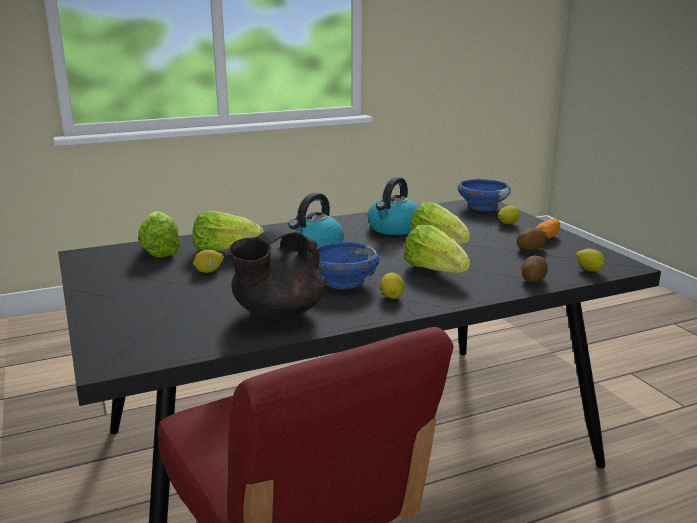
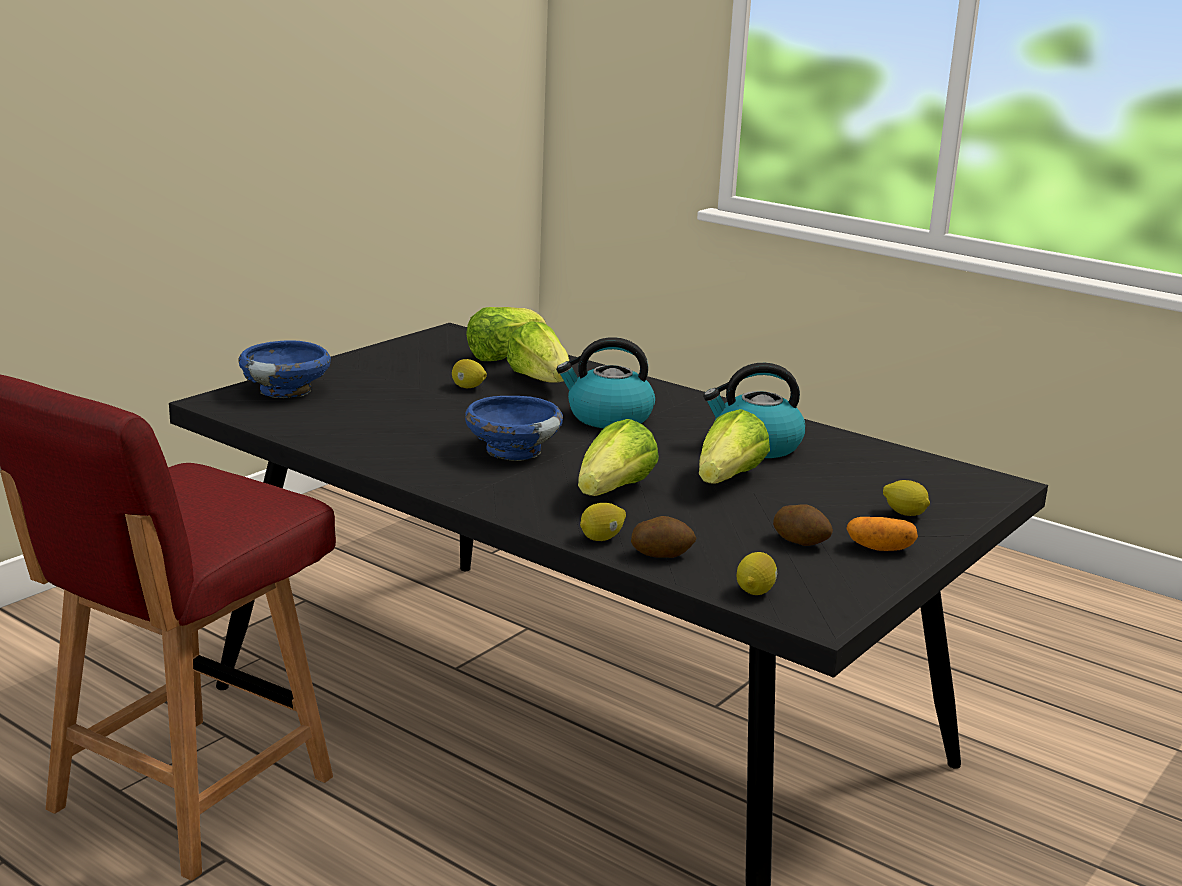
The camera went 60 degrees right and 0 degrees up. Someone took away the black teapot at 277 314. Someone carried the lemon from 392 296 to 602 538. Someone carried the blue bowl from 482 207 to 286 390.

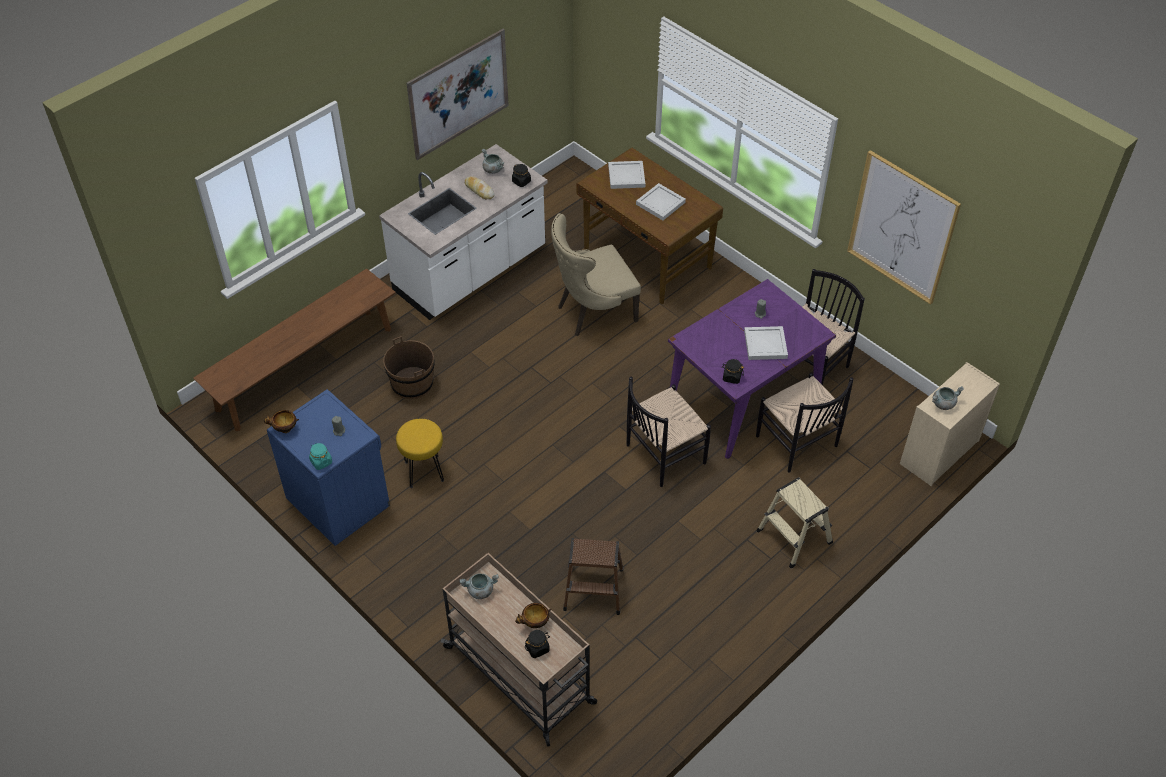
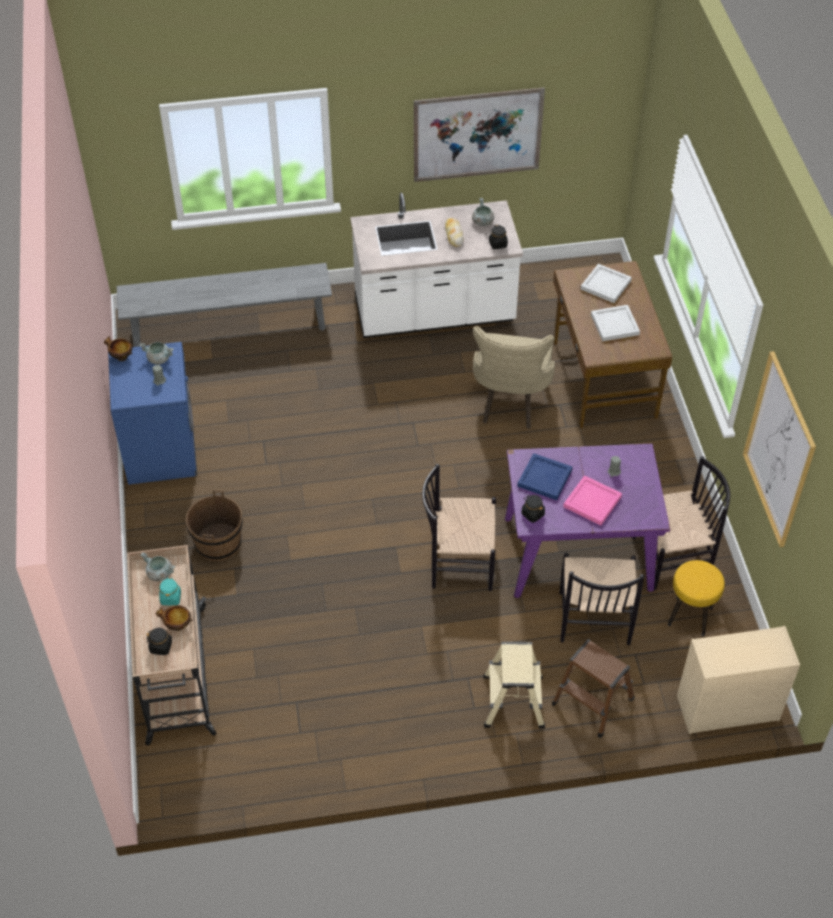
The camera went 35 degrees right and 0 degrees up. Someone put down the blue tray at 545 478. Someone carried the turquoise jar from 321 461 to 171 598. Someone carried the brown bucket from 412 384 to 218 543. Someone carried the yellow stool from 423 471 to 689 616. Someone carried the brown step ladder from 594 588 to 593 701. Someone carried the grey cooking pot from 943 403 to 159 359. Someone repainted the brown bench at 305 369, which became the grey bench at 229 328. Someone repainted the white tray at 764 344, which became the pink tray at 592 501. Someone rotated the beige chair at 593 312 by 90 degrees counterclockwise.

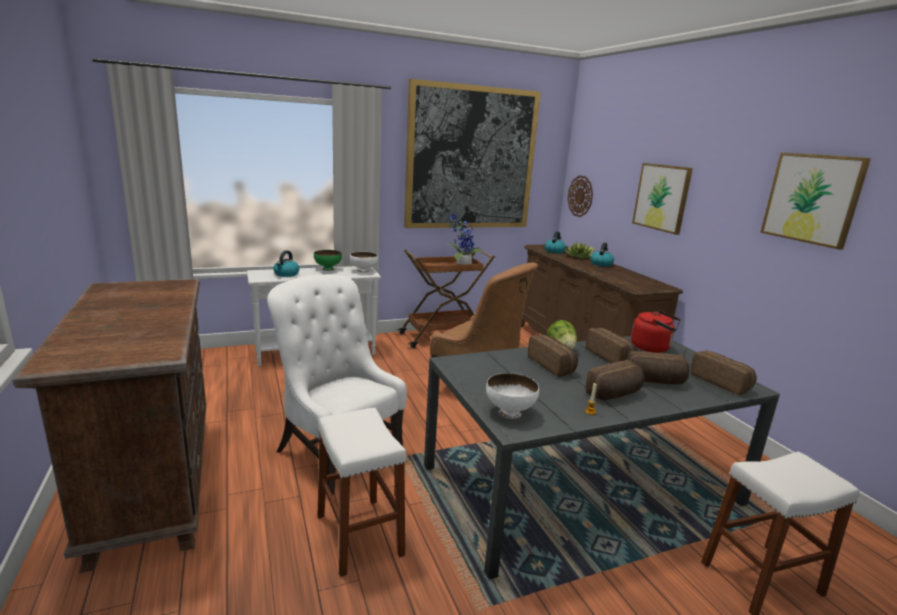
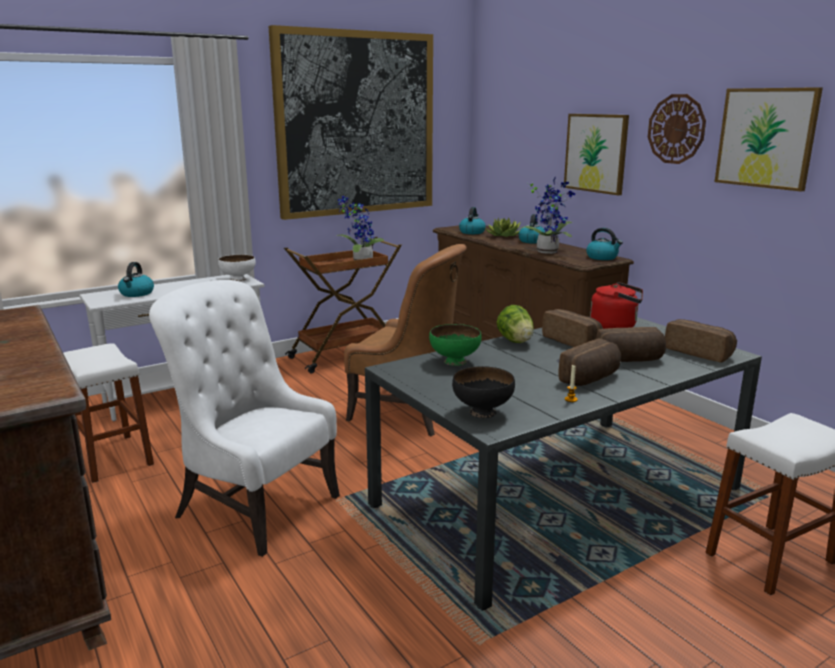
The camera went 10 degrees left and 0 degrees up. Someone took away the bread at 552 365. Someone put down the potted plant at 548 251. Someone put down the kettle at 602 257. Someone carried the green bowl from 328 269 to 454 361. Someone carried the white stool from 359 534 to 112 458. Someone carried the wall clock from 580 196 to 676 129. Someone repainted the white bowl at 510 412, which became the black bowl at 483 412.

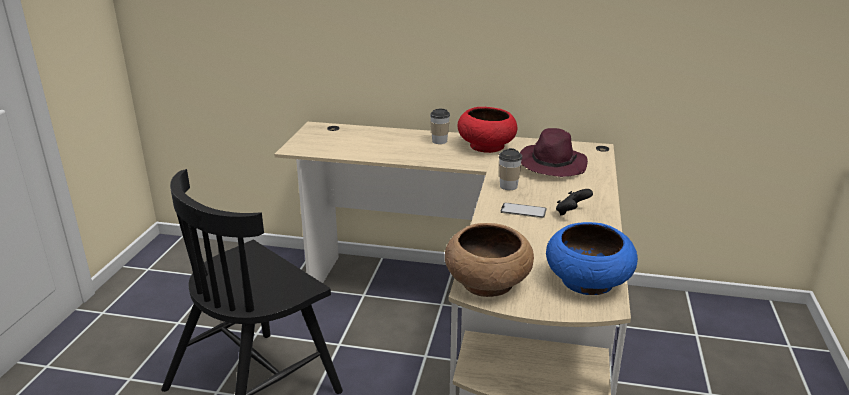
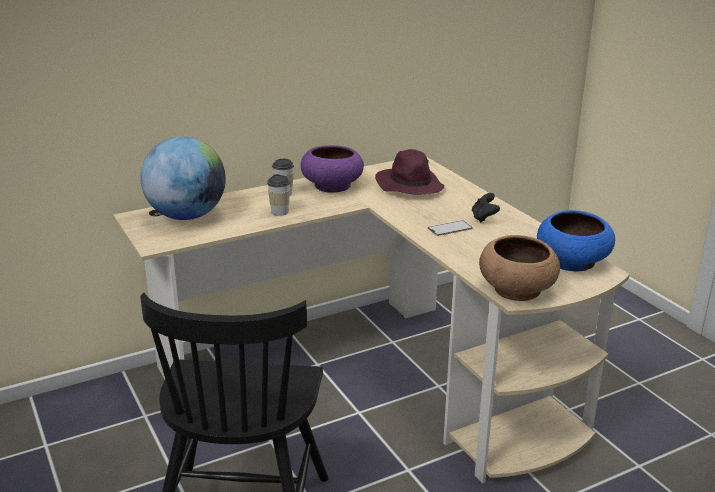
The camera went 40 degrees left and 0 degrees up. Someone put down the globe at 187 216. Someone carried the cup from 508 186 to 280 212. Someone repainted the red bowl at 486 146, which became the purple bowl at 332 186.

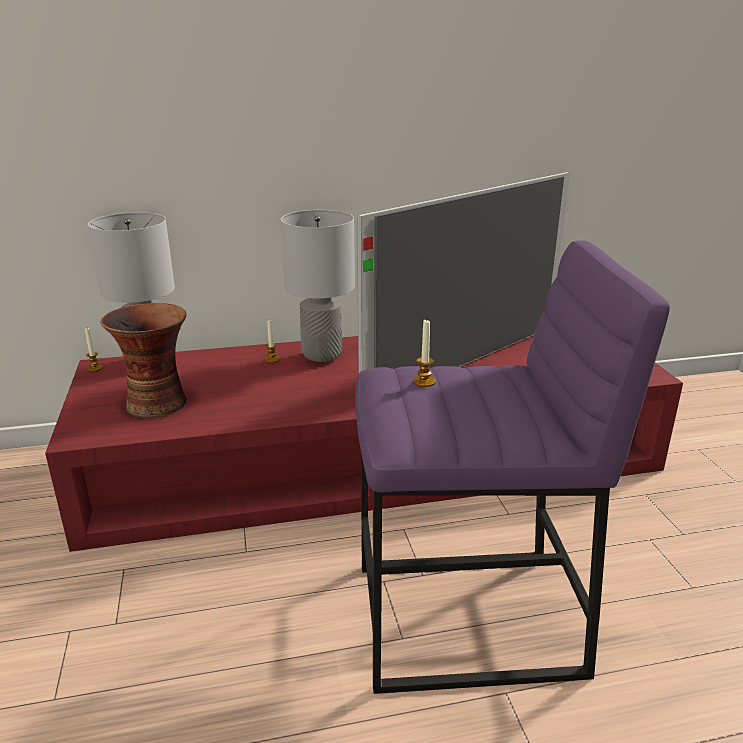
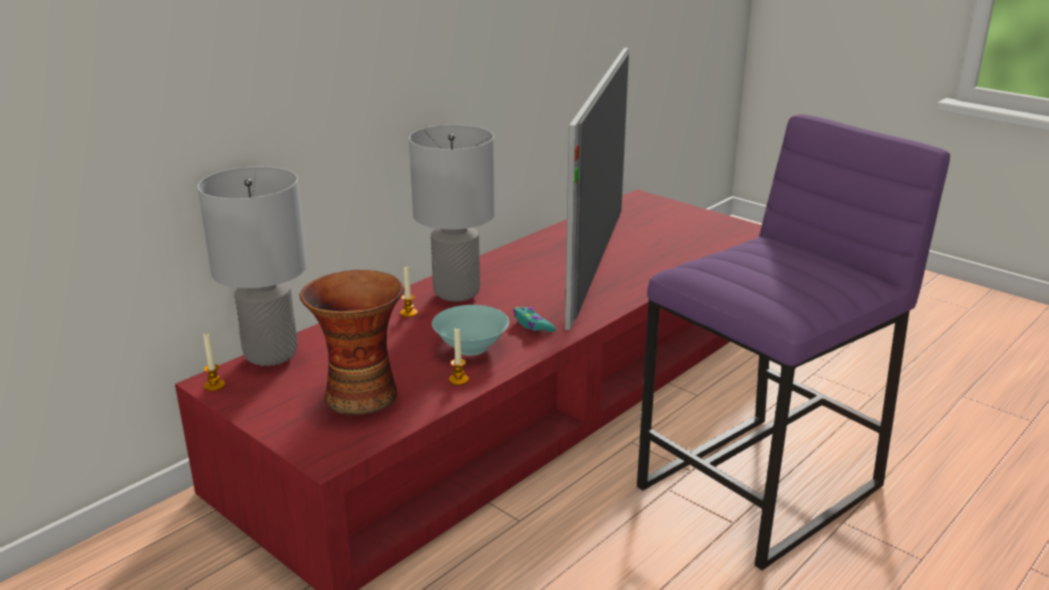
The camera went 35 degrees left and 0 degrees up. Someone put down the turquoise bowl at 470 346. Someone put down the turquoise game controller at 533 325. Someone carried the candle from 424 381 to 458 380.

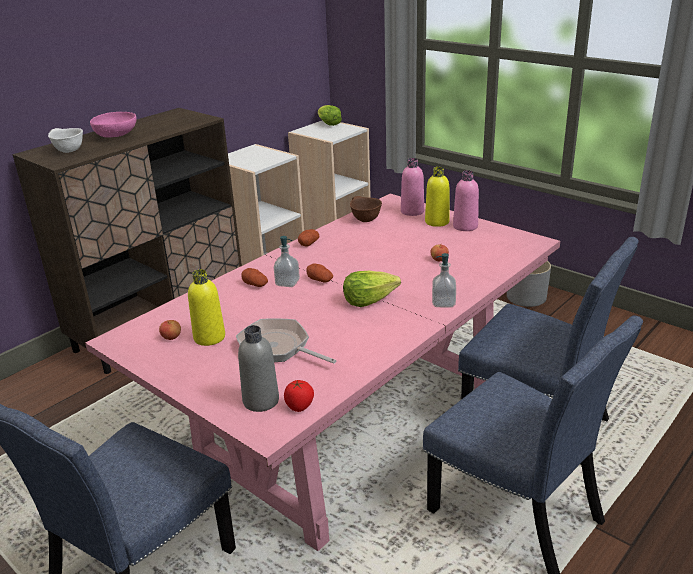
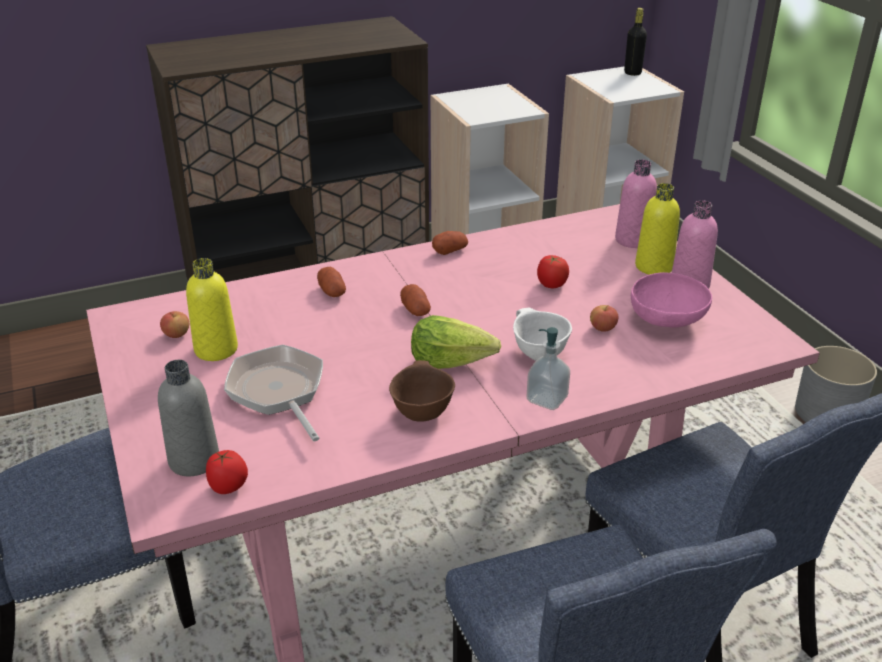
The camera went 25 degrees right and 5 degrees up. Someone took away the soap dispenser at 287 283. Someone put down the tomato at 551 285. Someone carried the white bowl from 68 151 to 538 354. Someone carried the pink bowl from 117 136 to 667 321. Someone carried the brown bowl from 365 220 to 421 412. Someone swapped the lettuce at 328 123 for the black bottle at 632 73.

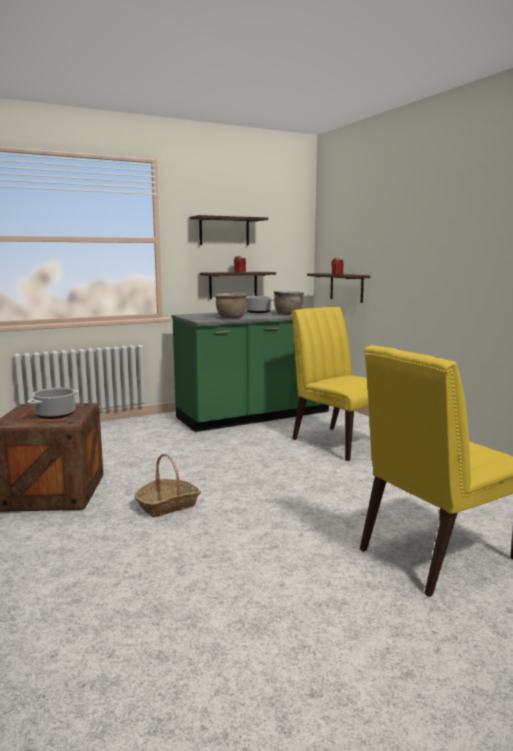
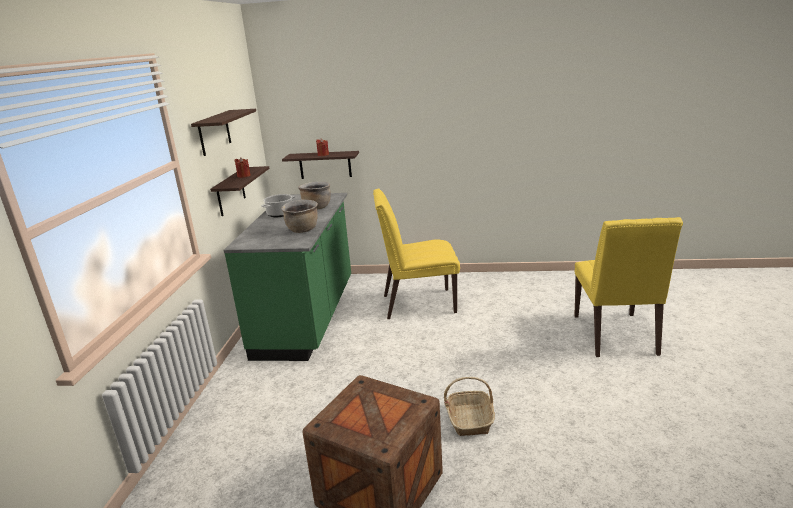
The camera went 55 degrees left and 10 degrees up. Someone took away the cooking pot at 55 414.

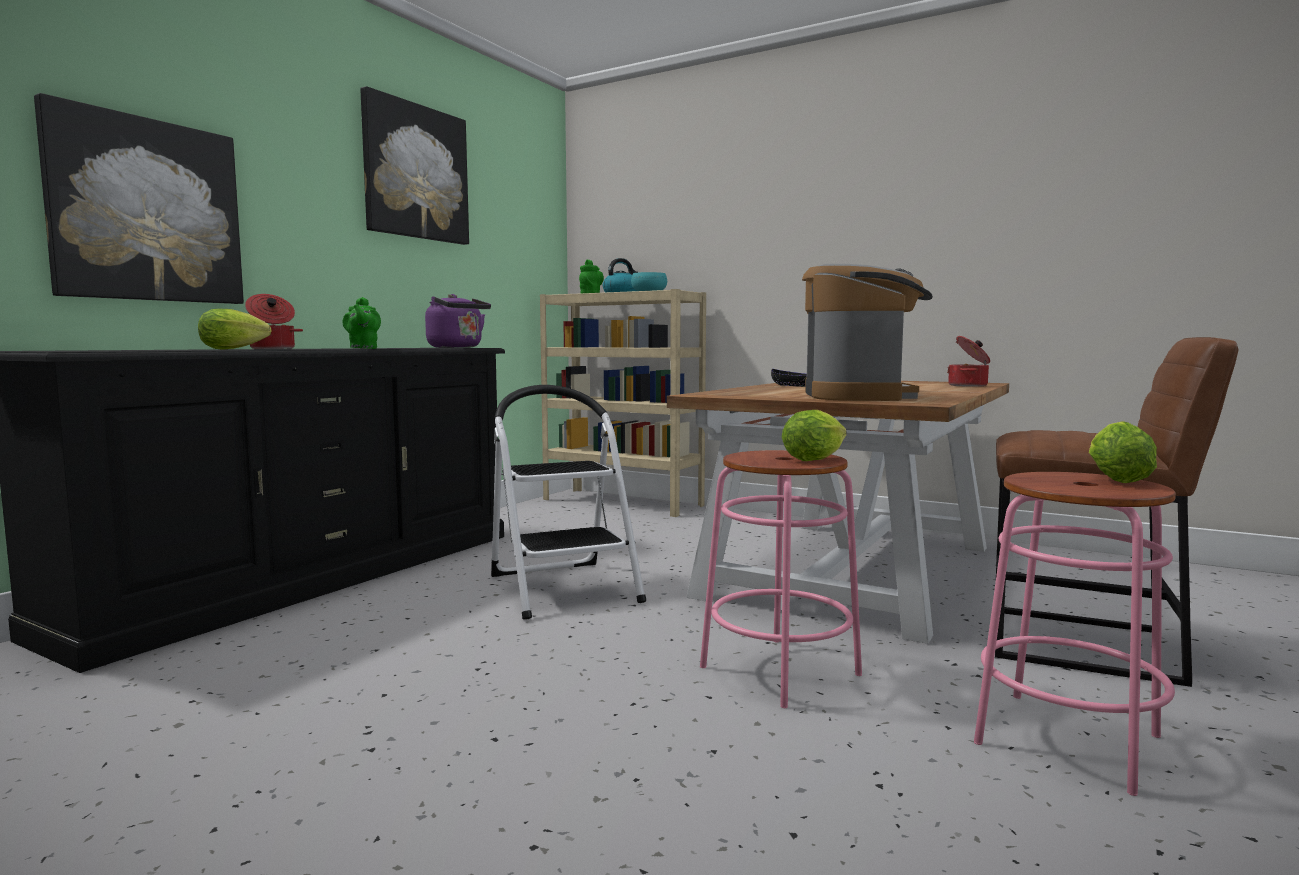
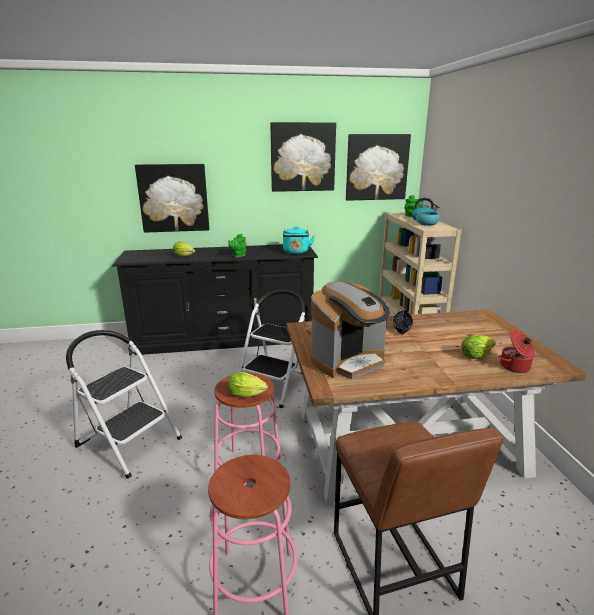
The camera went 50 degrees right and 15 degrees up. Someone took away the cooking pot at 272 348. Someone put down the step ladder at 127 441. Someone put up the picture at 376 167. Someone carried the lettuce from 1115 479 to 477 355. Someone repainted the purple kettle at 457 347, which became the turquoise kettle at 296 252.

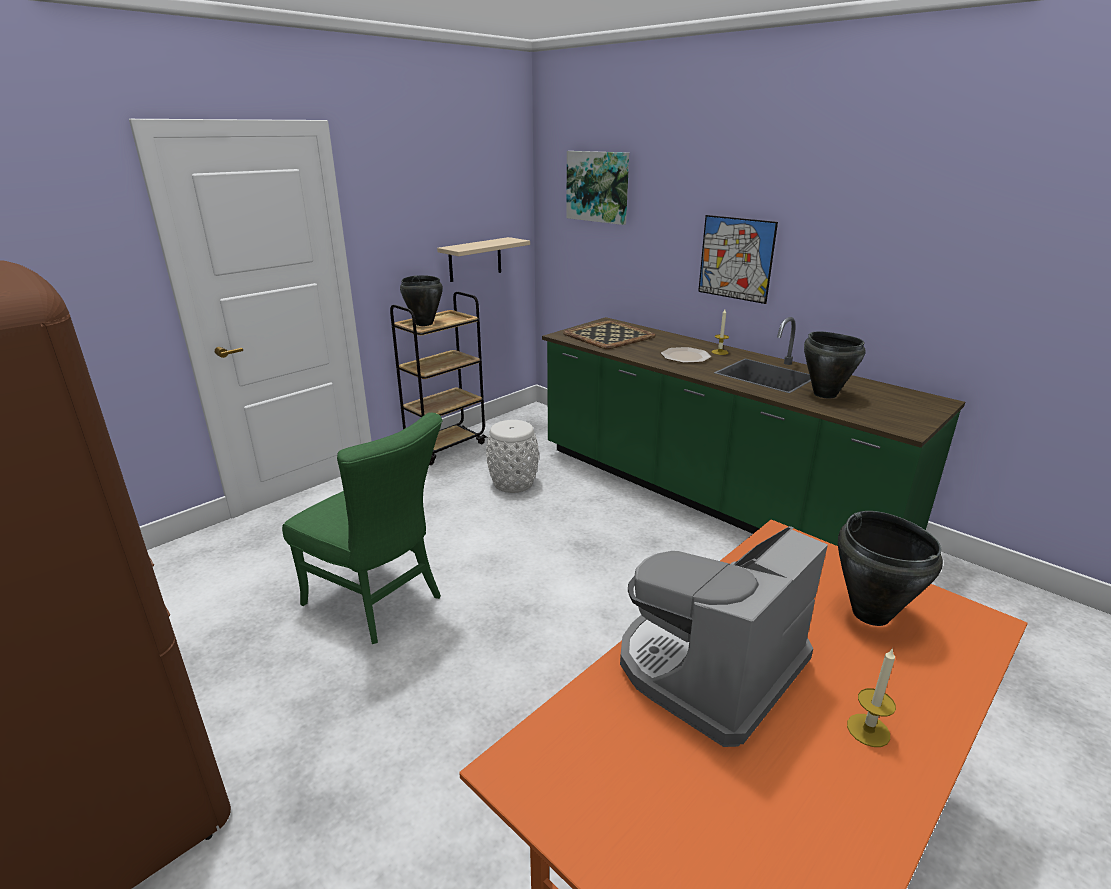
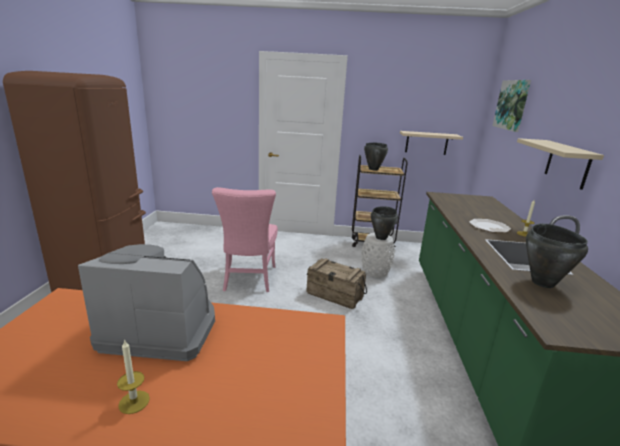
The camera went 50 degrees right and 5 degrees down. Someone took away the tray at 609 335. Someone put down the crate at 335 295. Someone carried the black cooking pot from 871 613 to 381 237. Someone swapped the picture at 736 258 for the beige shelf at 567 164. Someone repainted the green chair at 379 602, which became the pink chair at 248 280.

